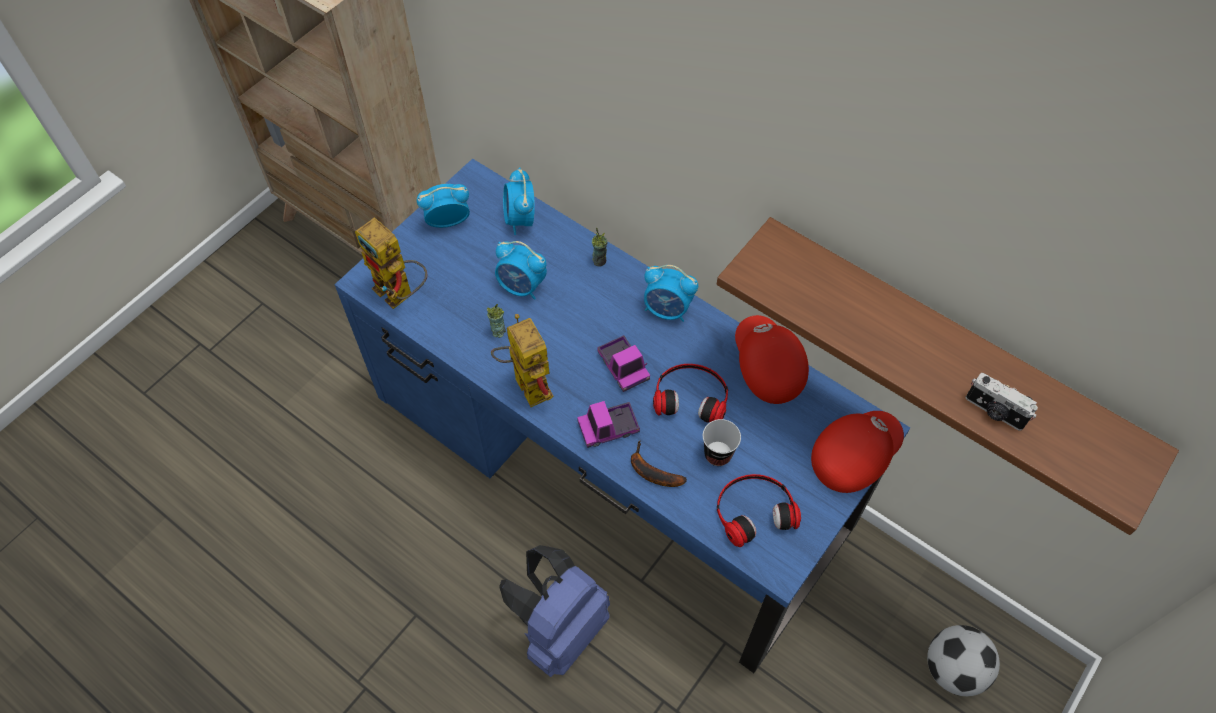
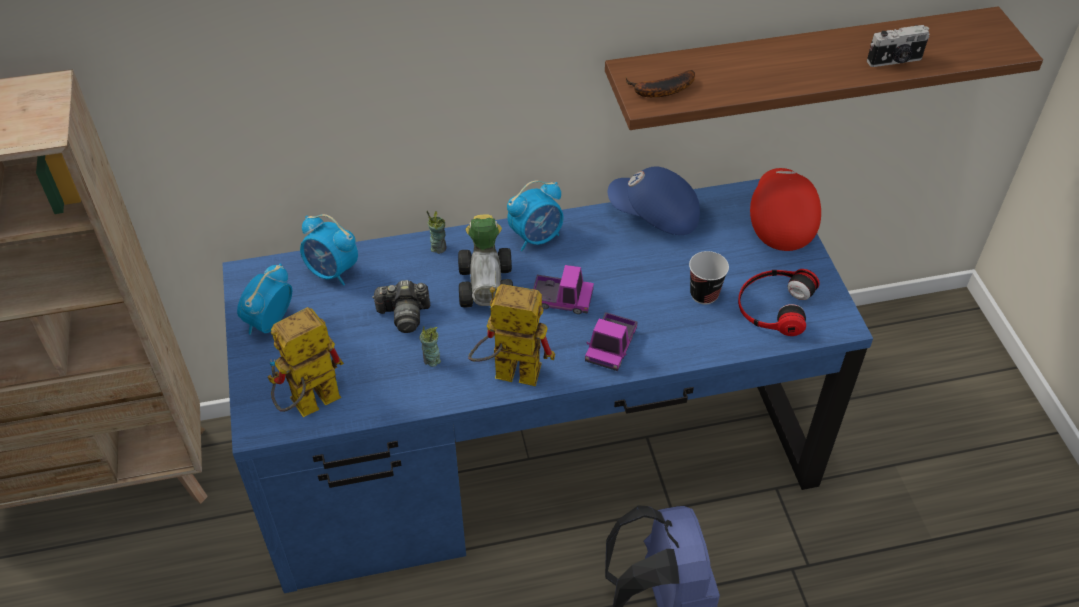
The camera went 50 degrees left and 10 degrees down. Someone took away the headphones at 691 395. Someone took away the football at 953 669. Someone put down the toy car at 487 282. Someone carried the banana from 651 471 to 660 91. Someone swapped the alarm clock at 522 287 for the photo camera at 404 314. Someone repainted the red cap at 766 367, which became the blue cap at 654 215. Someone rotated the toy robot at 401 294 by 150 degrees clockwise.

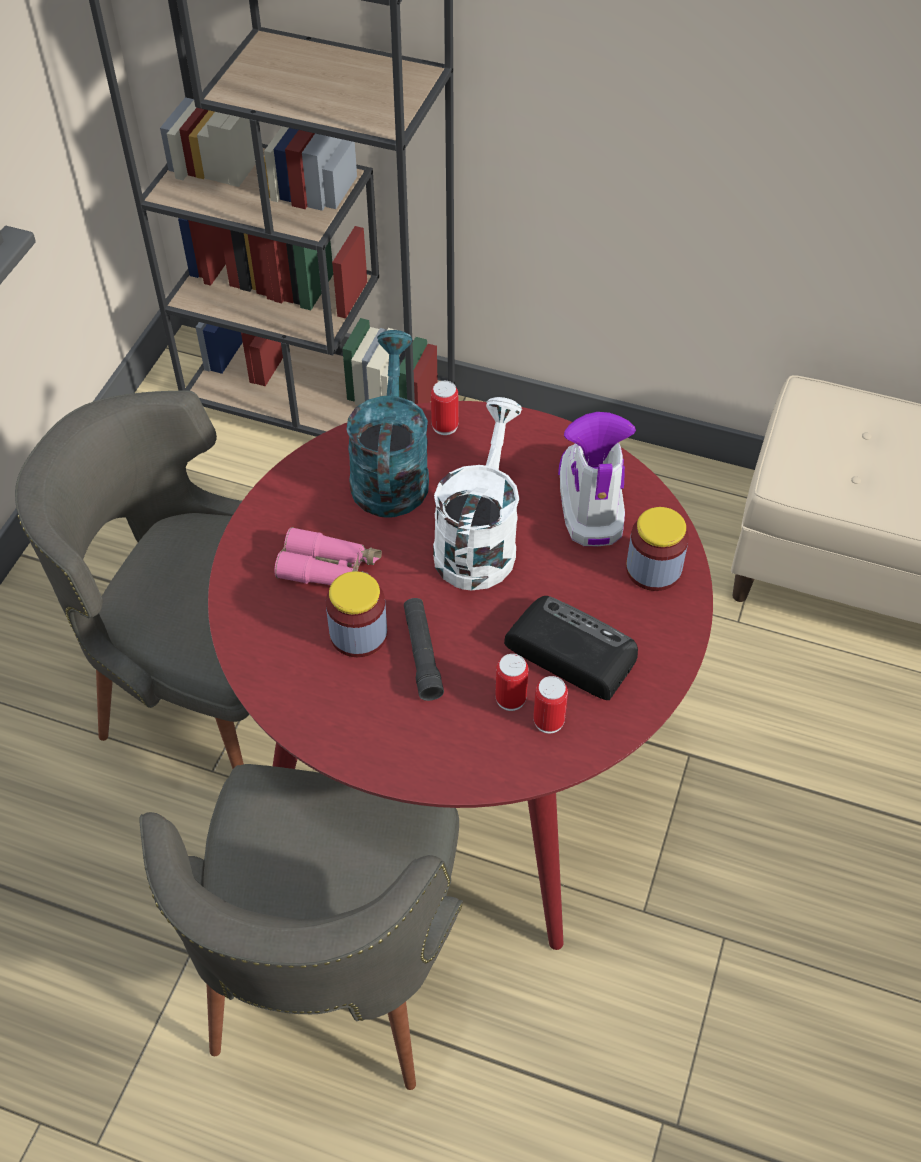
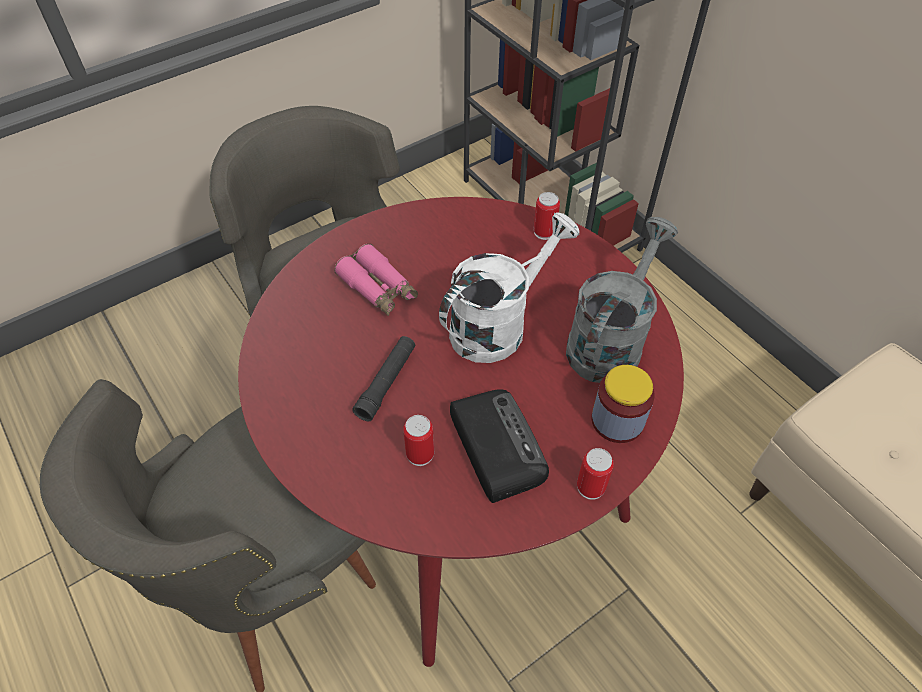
The camera went 35 degrees right and 0 degrees up. Someone took away the jar at 358 634. Someone took away the turquoise watering can at 390 471. Someone carried the can from 548 720 to 590 487. Someone swapped the boot at 590 500 for the grey watering can at 609 340.

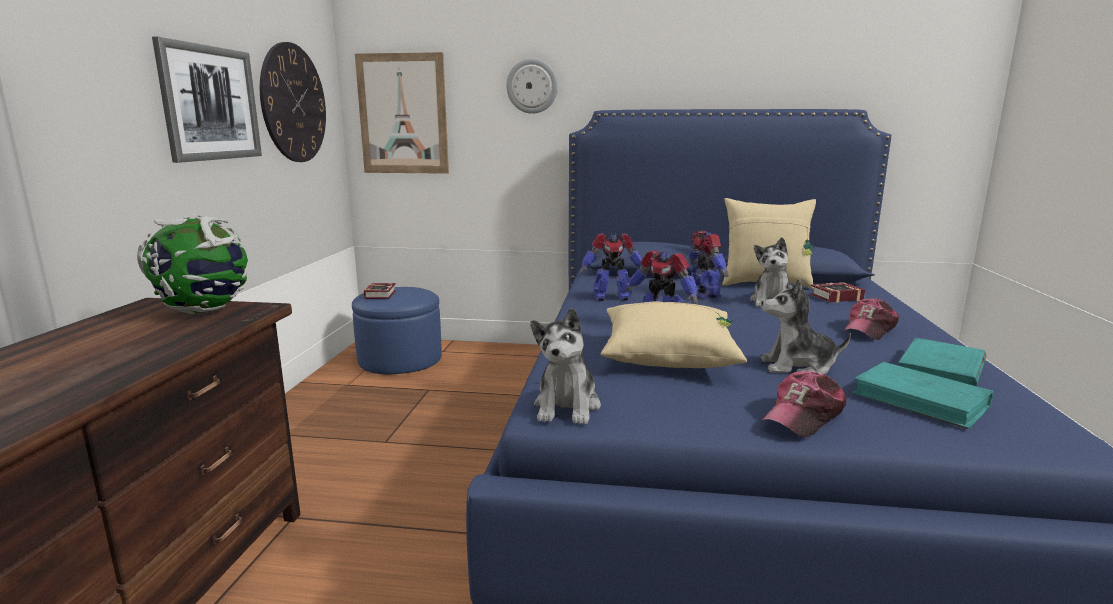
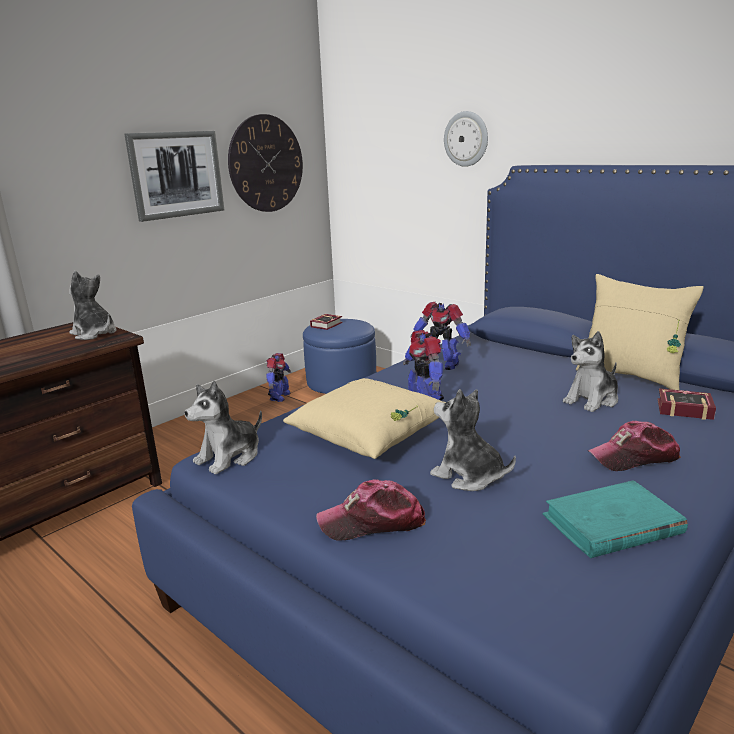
The camera went 35 degrees right and 5 degrees up. Someone took away the picture at 403 114. Someone took away the turquoise book at 920 400. Someone carried the toy robot from 703 295 to 279 397. Someone swapped the globe at 204 310 for the plush toy at 94 334.

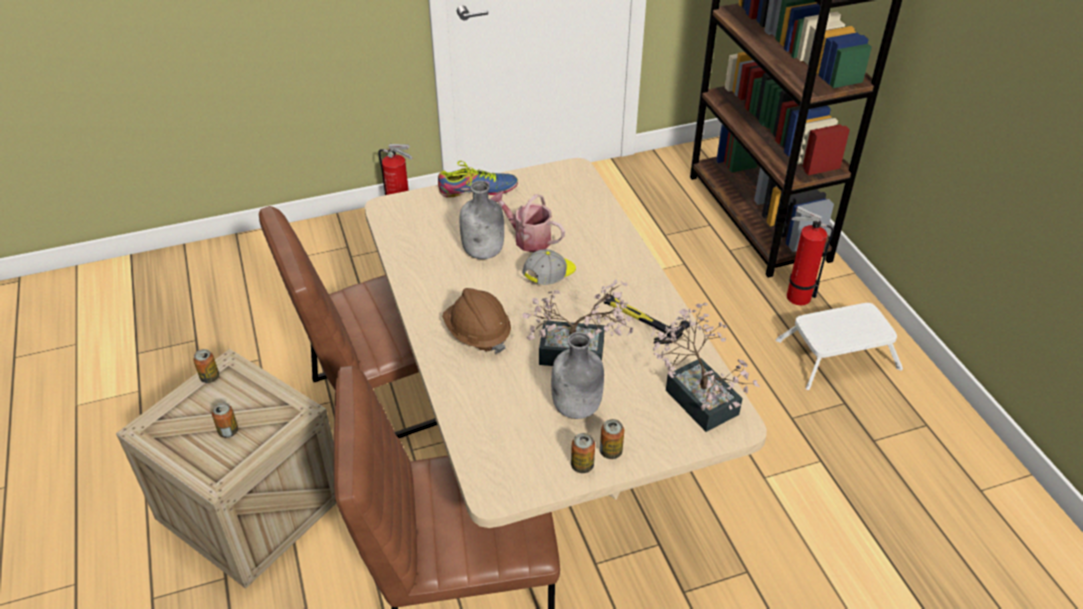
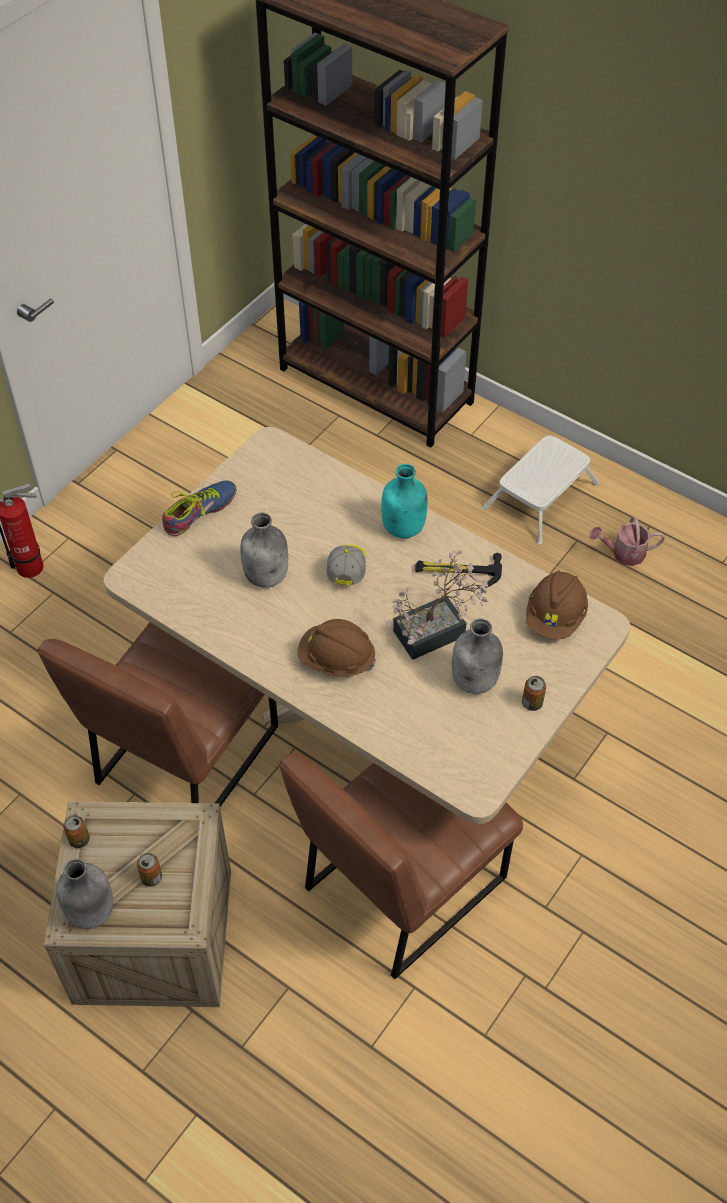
The camera went 35 degrees left and 10 degrees up. Someone took away the can at 582 465. Someone took away the fire extinguisher at 795 296. Someone put down the grey bottle at 91 912. Someone put down the turquoise bottle at 404 528. Someone carried the watering can from 528 238 to 623 553. Someone swapped the potted plant at 697 396 for the brown hard hat at 555 617.

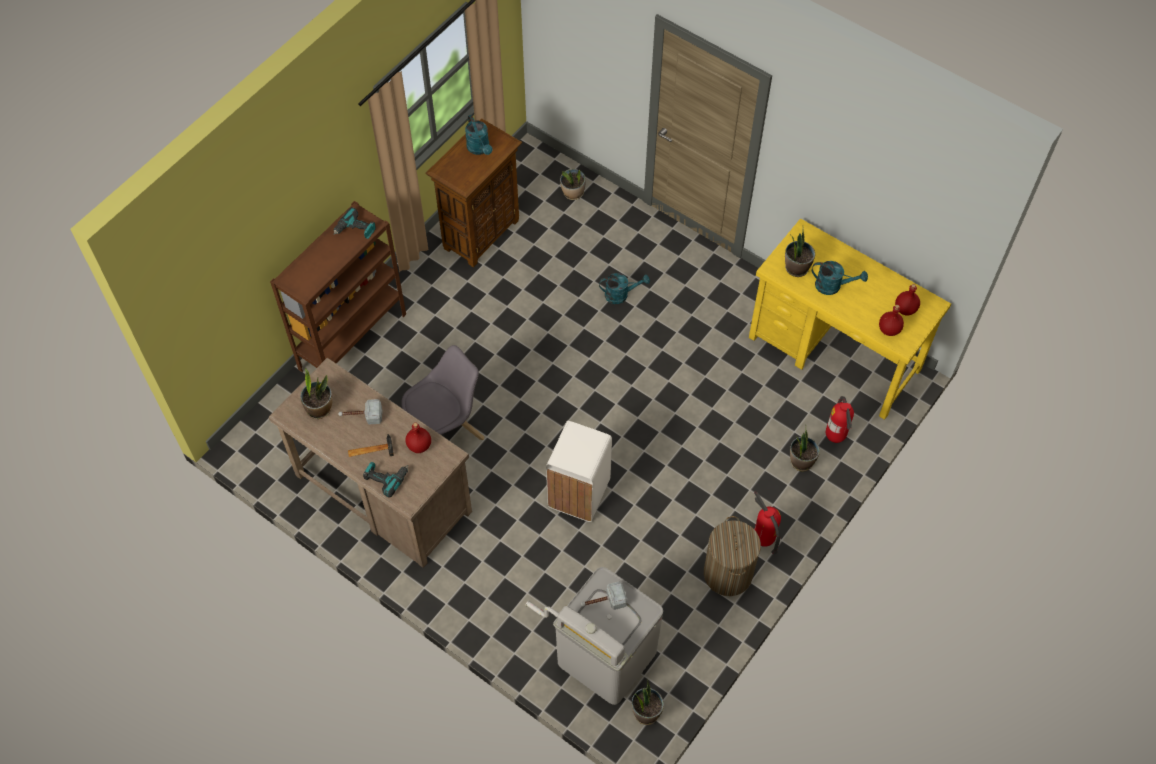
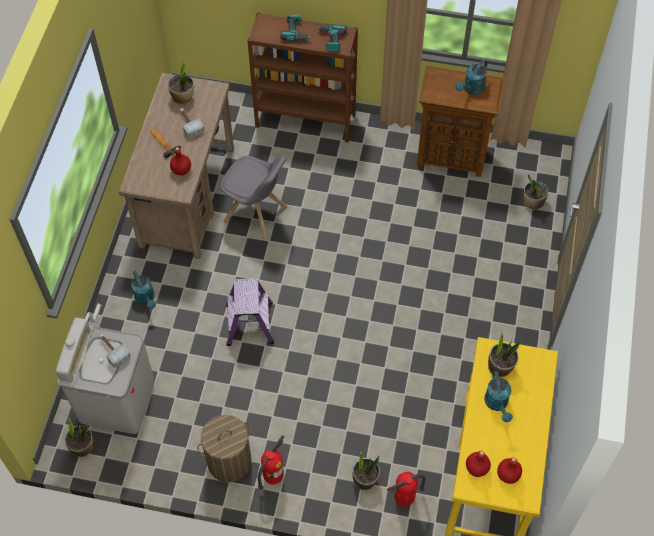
The camera went 65 degrees right and 0 degrees up. Someone carried the power drill from 386 478 to 296 32. Someone carried the turquoise watering can from 621 294 to 146 298. Someone swapped the white trash can at 578 494 for the purple step ladder at 249 323.

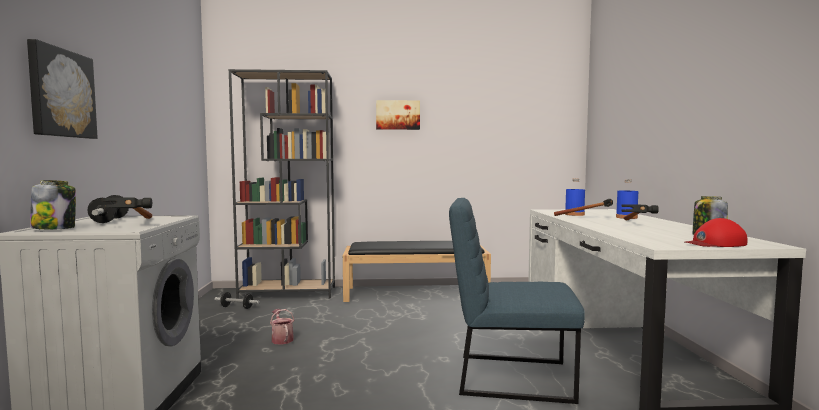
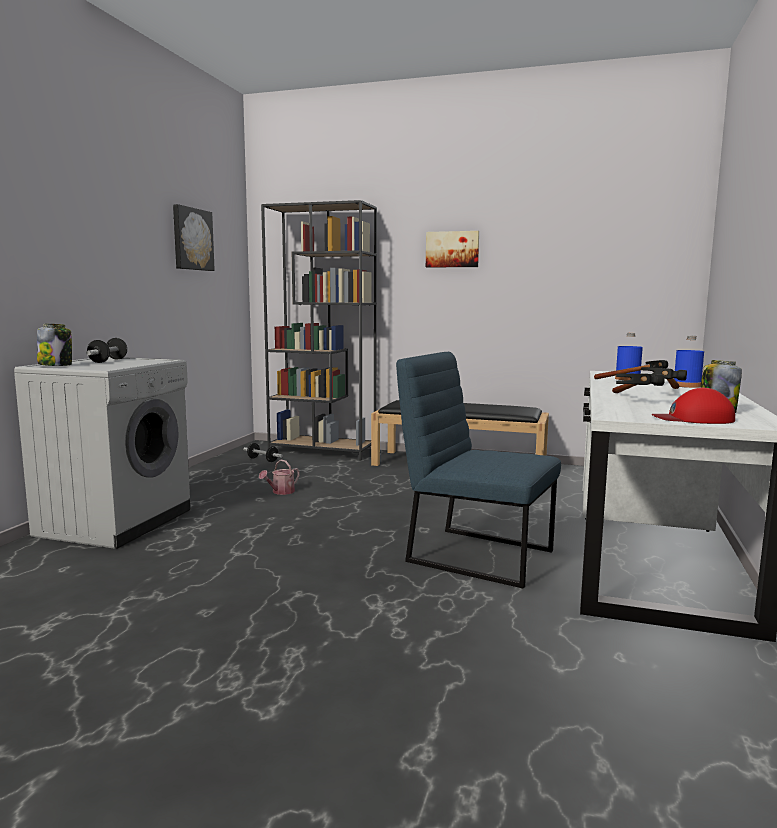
The camera went 20 degrees right and 5 degrees up. Someone carried the picture from 60 93 to 191 239. Someone carried the hammer from 137 224 to 632 401. Someone rotated the watering can at 281 339 by 135 degrees counterclockwise.

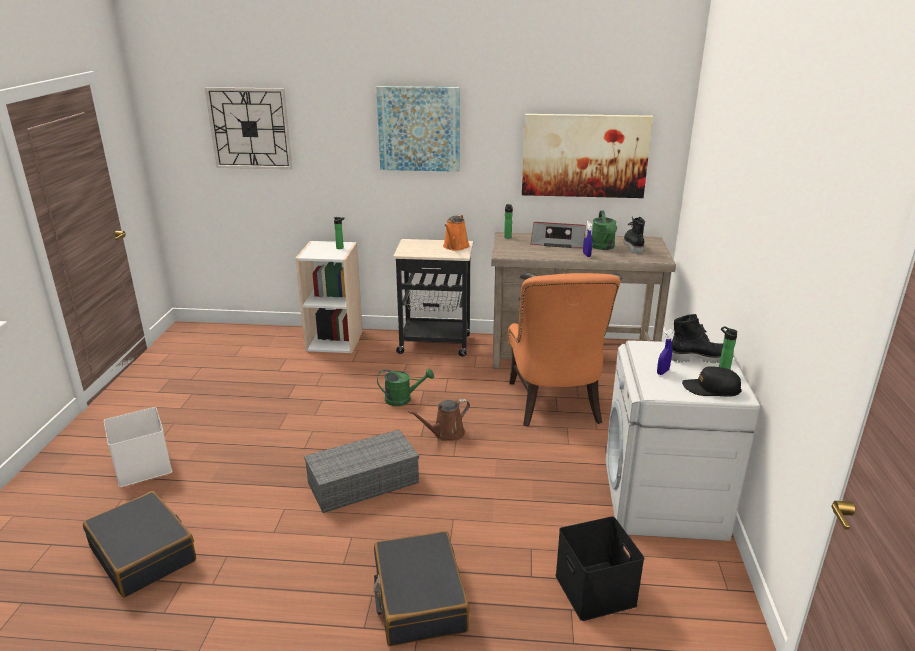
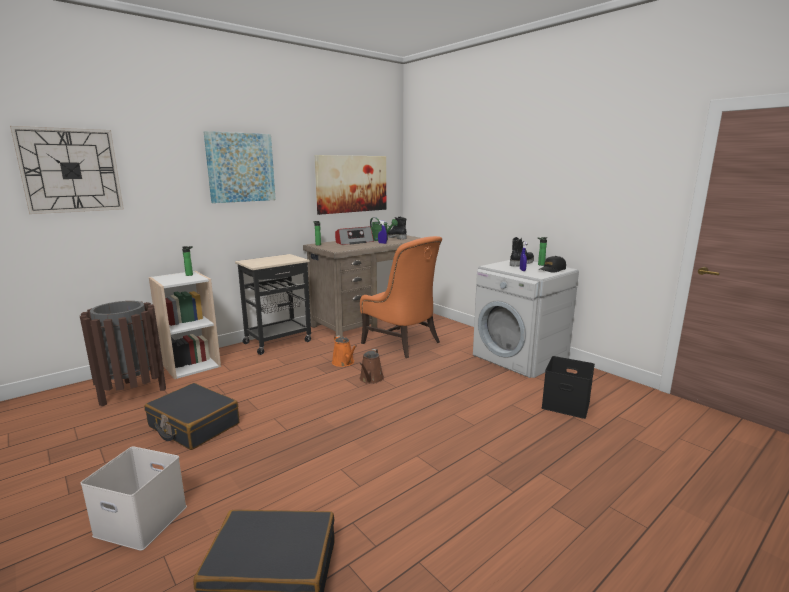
The camera went 45 degrees left and 10 degrees down. Someone took away the grey storage box at 364 482. Someone took away the green watering can at 403 399. Someone put down the brown trash can at 132 392. Someone carried the black suitcase from 419 599 to 193 426. Someone carried the orange watering can from 455 247 to 344 363.

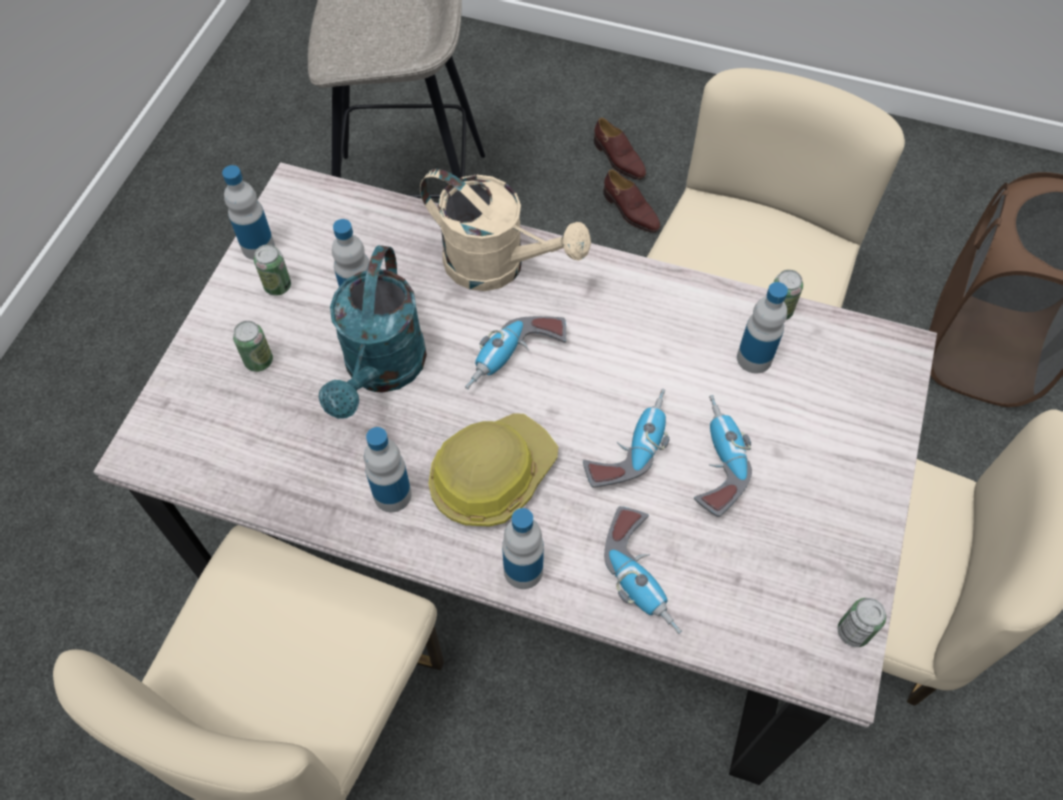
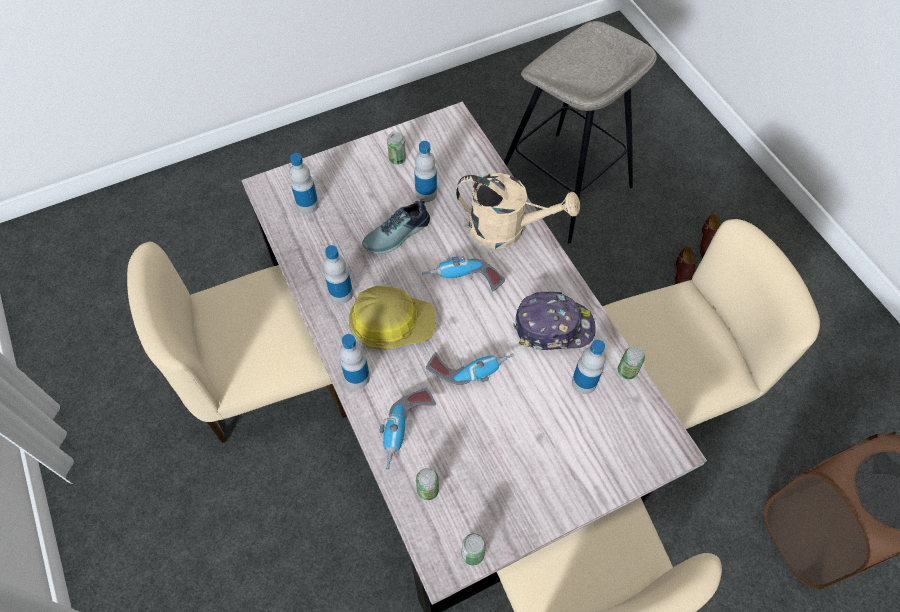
The camera went 45 degrees right and 0 degrees up. Someone took away the power drill at 714 461. Someone put down the cap at 553 326. Someone carried the bottle from 258 246 to 307 205. Someone carried the can from 259 361 to 428 490. Someone swapped the turquoise watering can at 381 371 for the shoe at 398 235. Someone rotated the beige watering can at 498 266 by 60 degrees counterclockwise.

